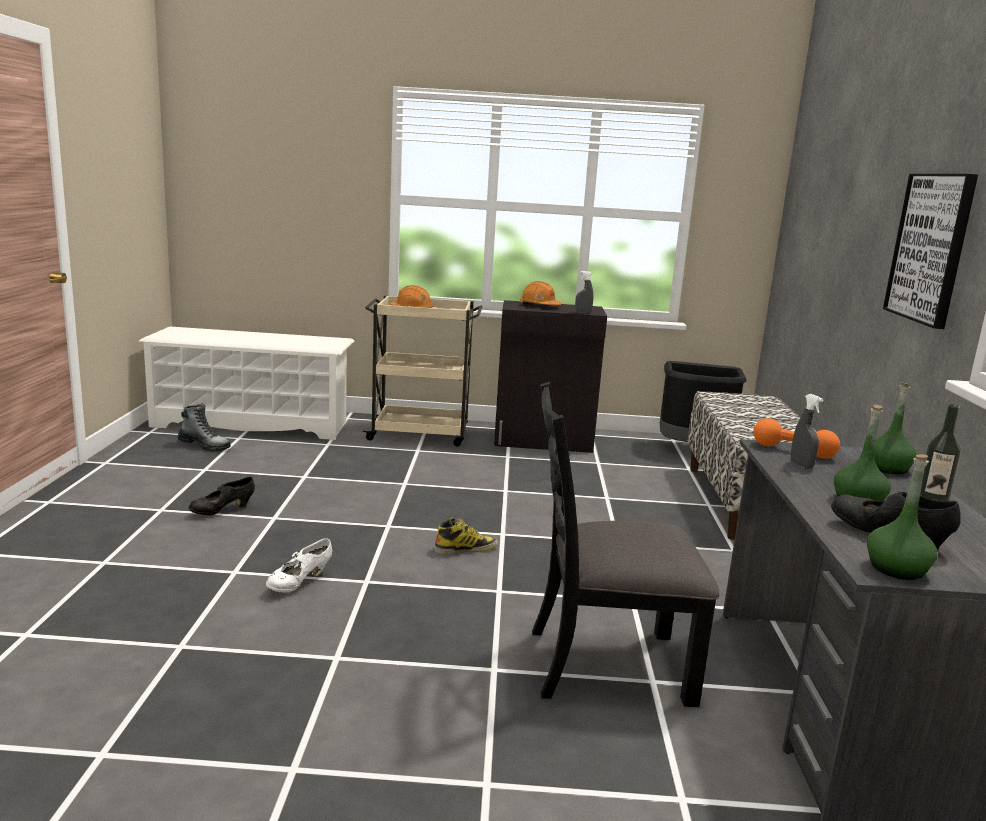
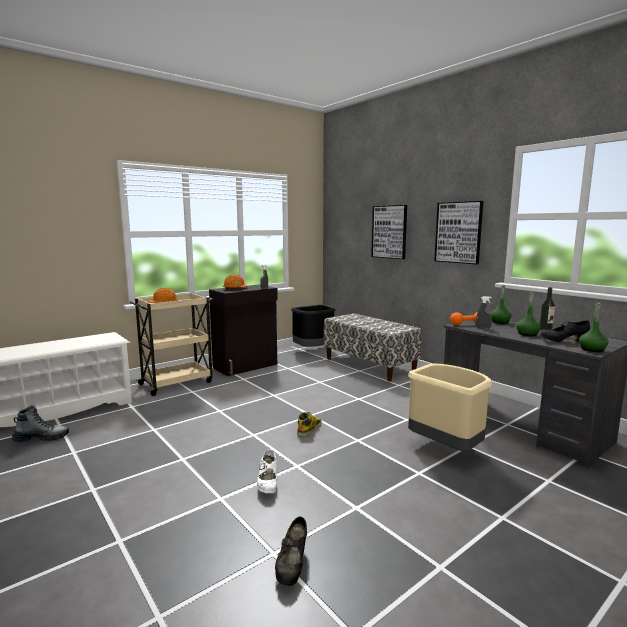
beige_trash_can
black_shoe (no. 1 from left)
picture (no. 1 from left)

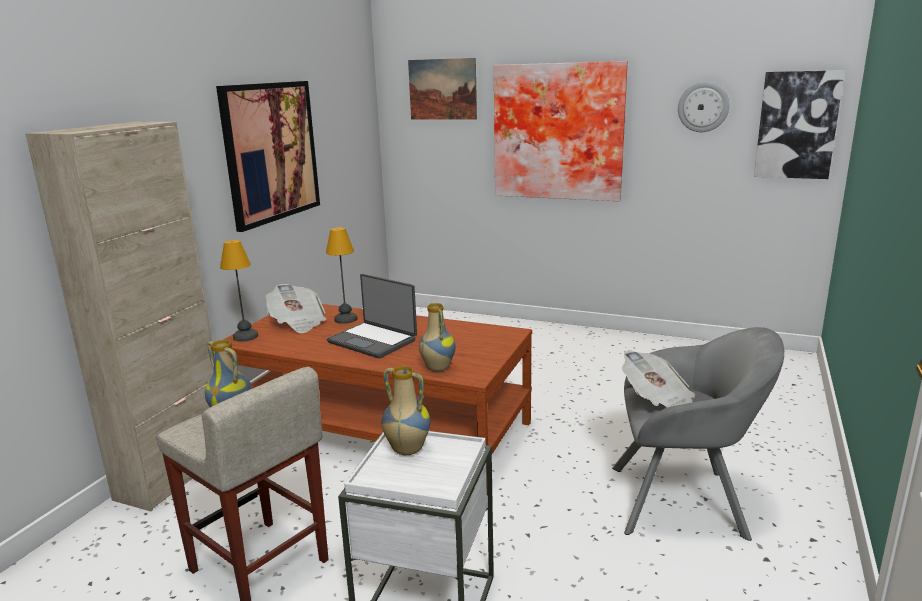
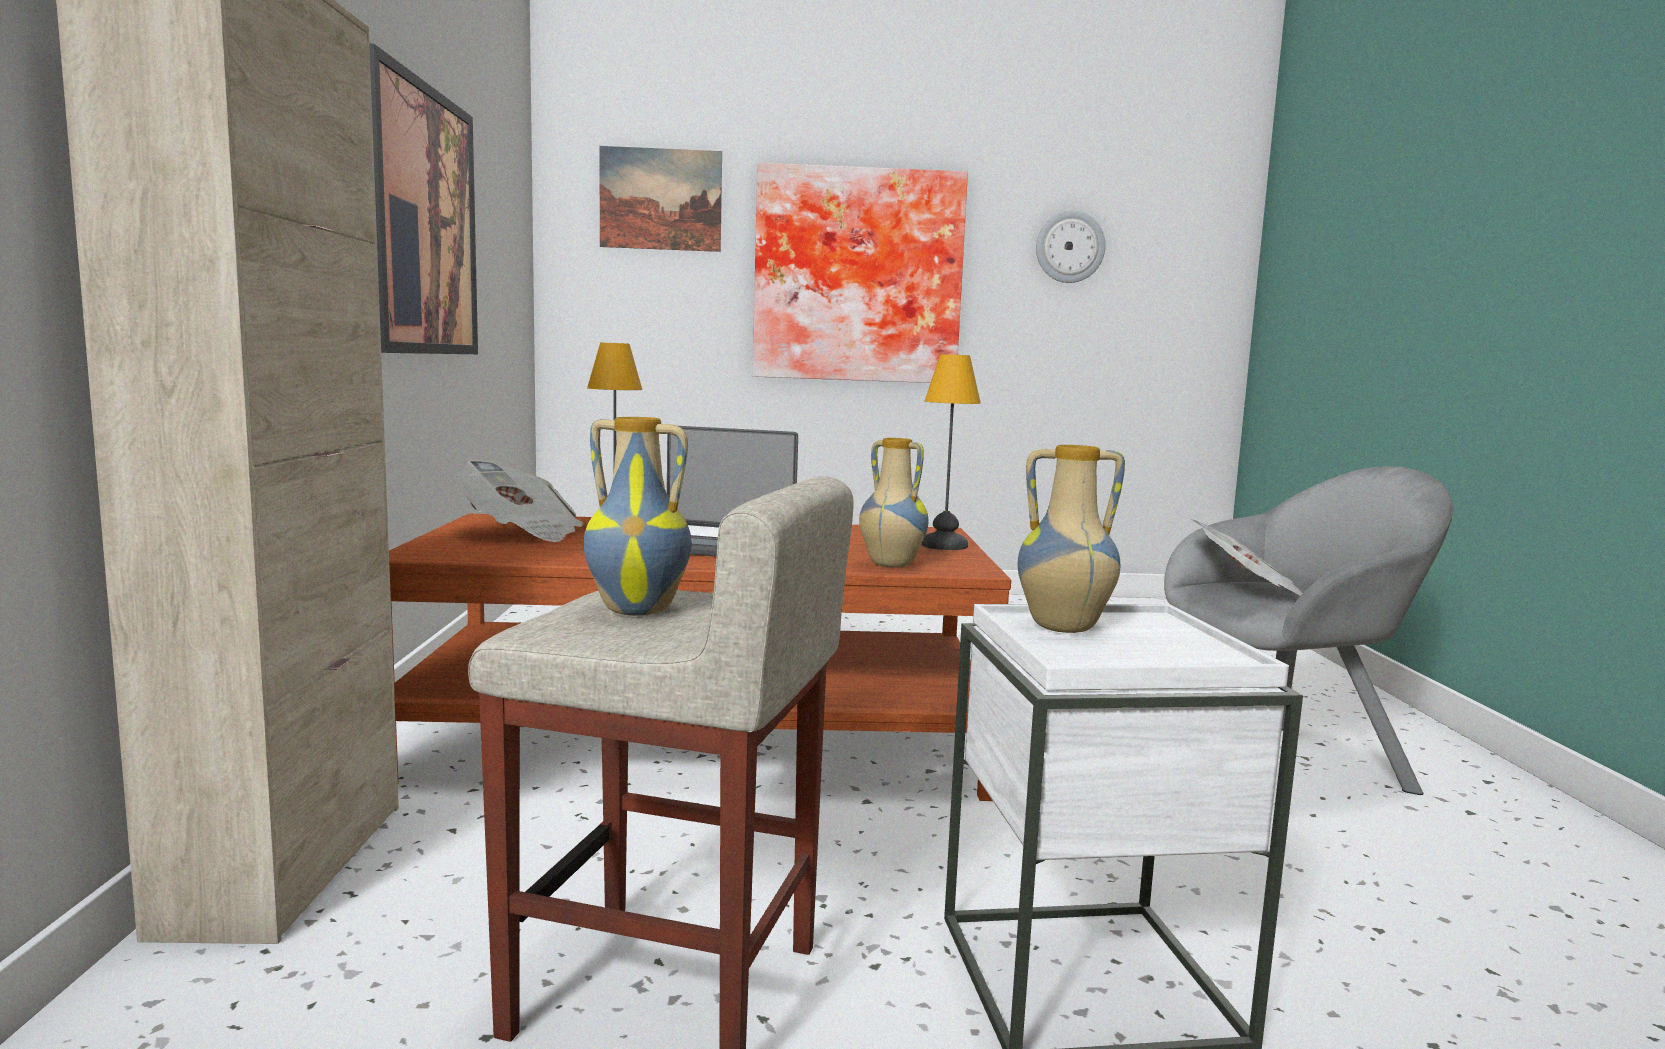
picture (no. 4 from left in the first image)
table_lamp (no. 2 from left)

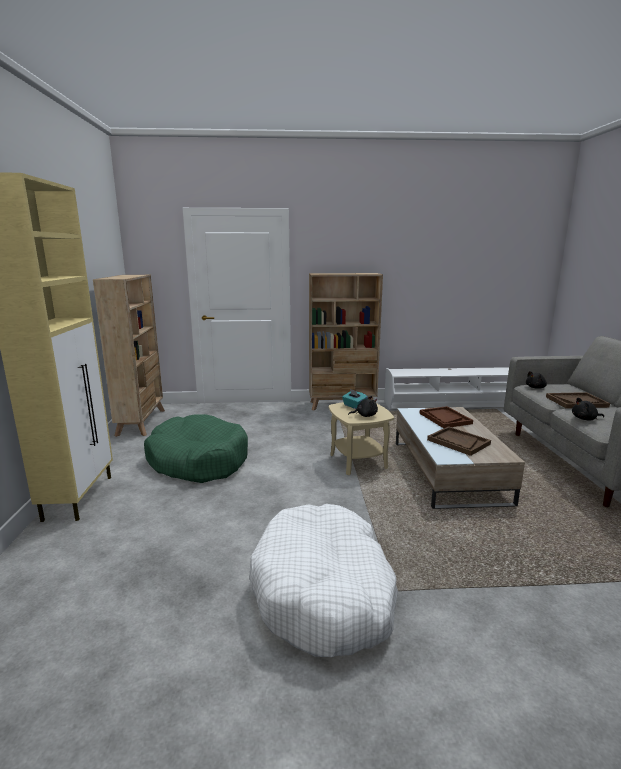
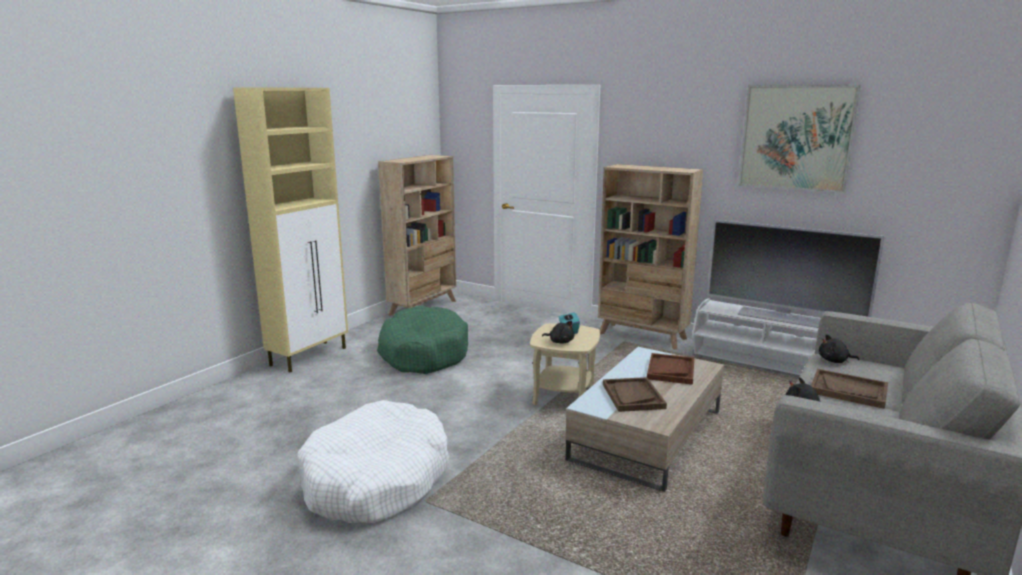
picture
television

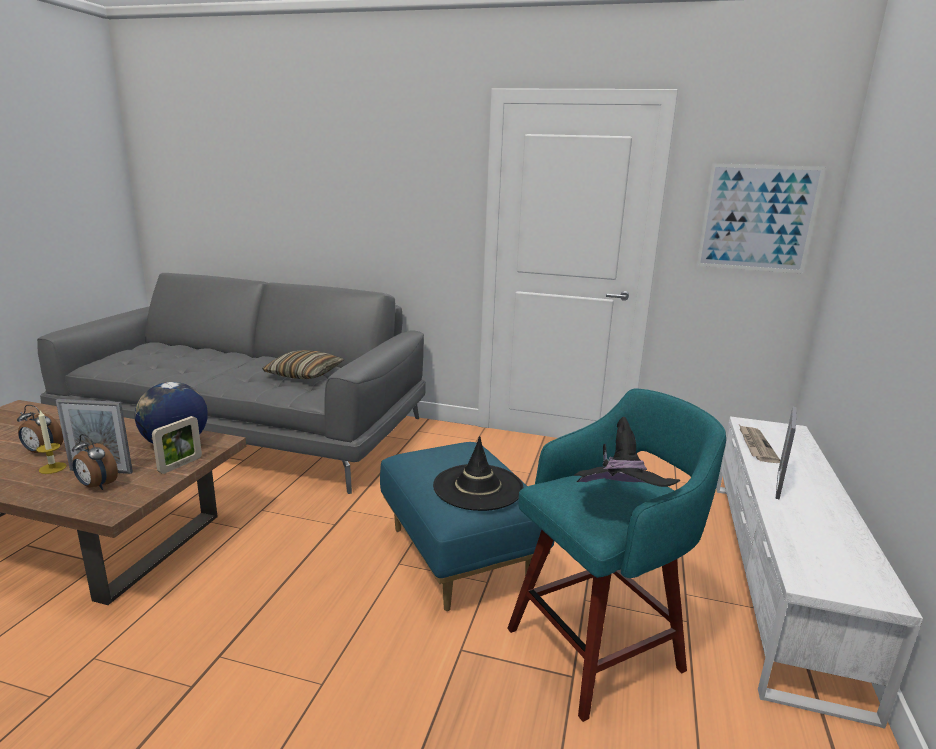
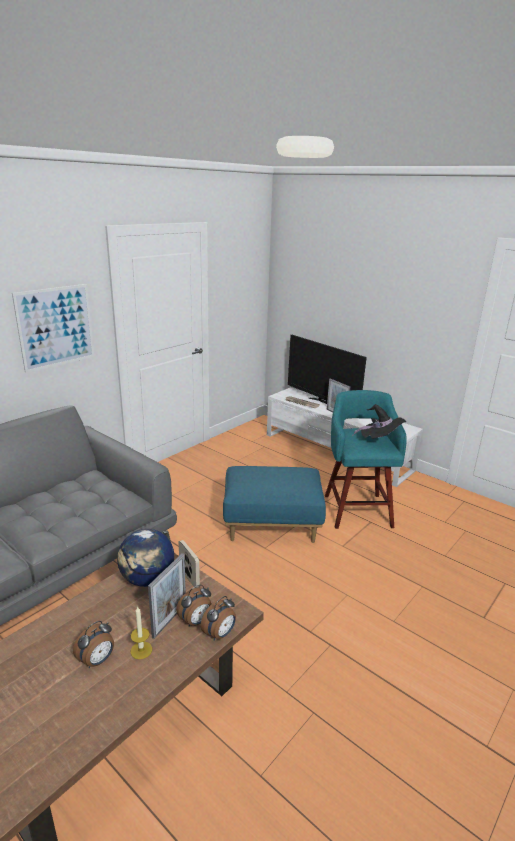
picture
pillow
black_hat (no. 1 from left in the first image)
television
alarm_clock (no. 3 from left)

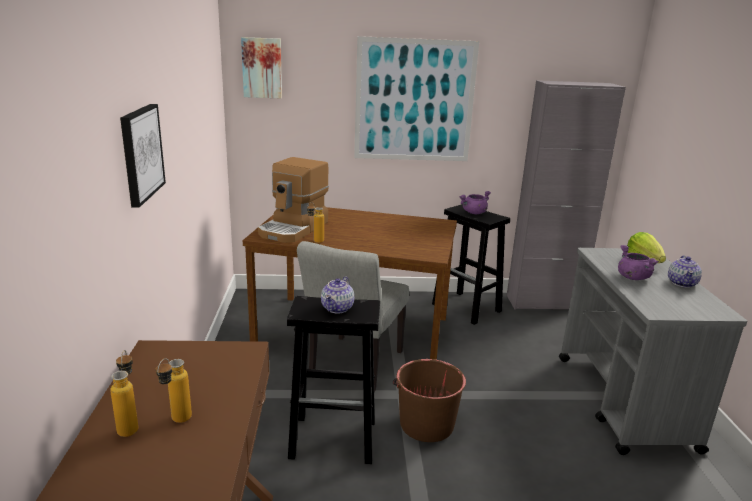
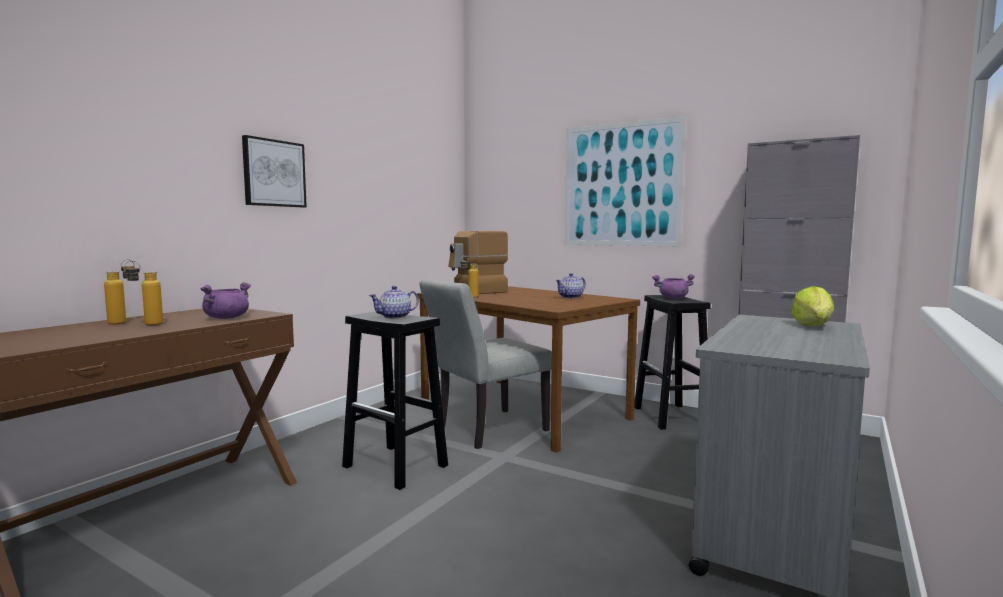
picture (no. 2 from left in the first image)
purple_cooking_pot (no. 1 from left)
teapot (no. 2 from left)
brown_bucket

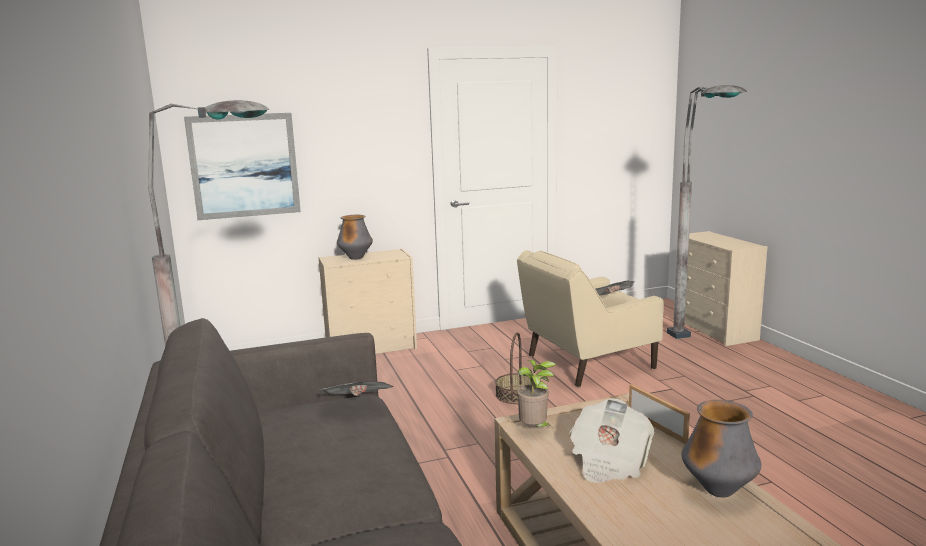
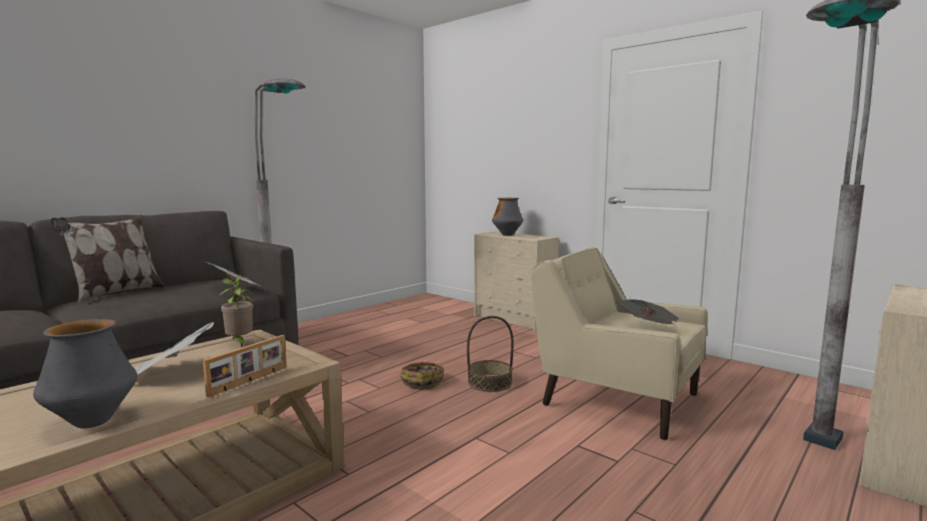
picture
pillow
basket (no. 1 from left)

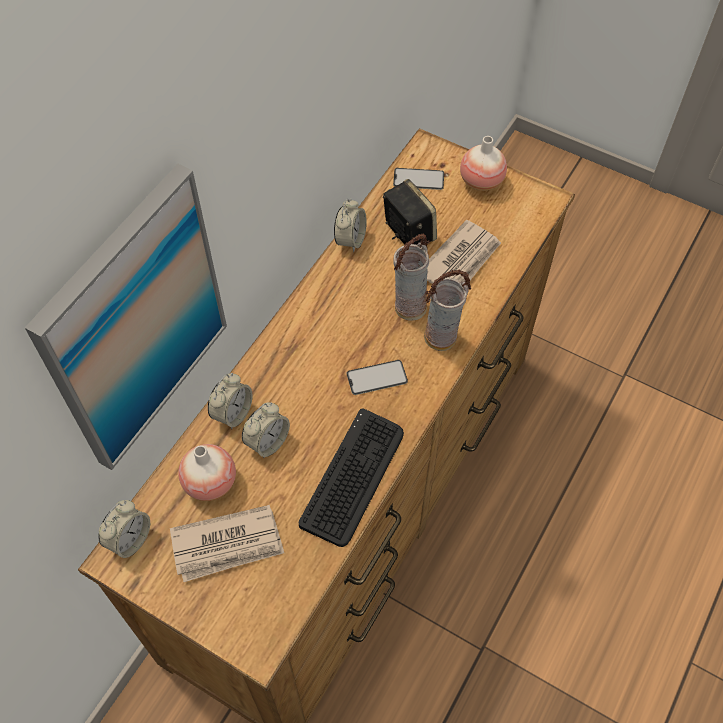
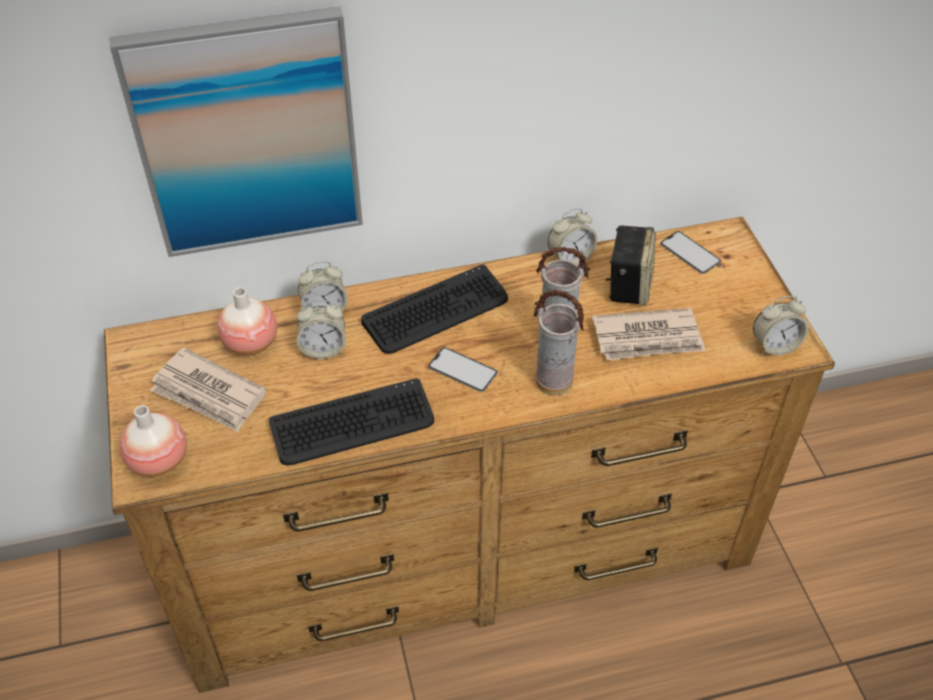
vase (no. 1 from left)
alarm_clock (no. 4 from left)
keyboard (no. 2 from left)

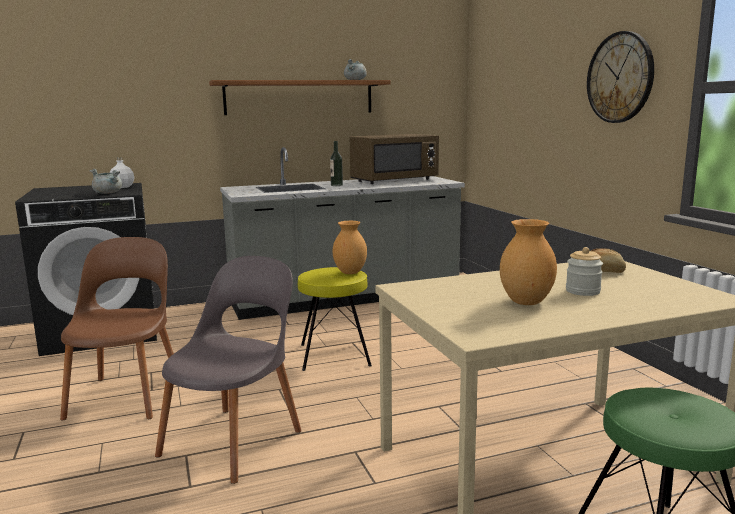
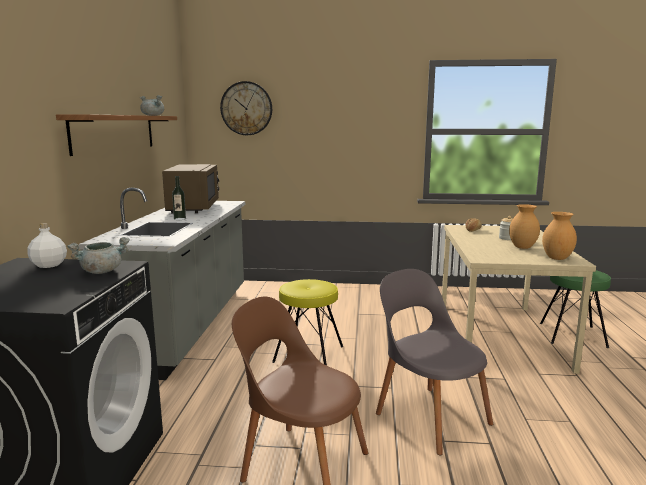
wall_clock
brown_vase (no. 2 from left)

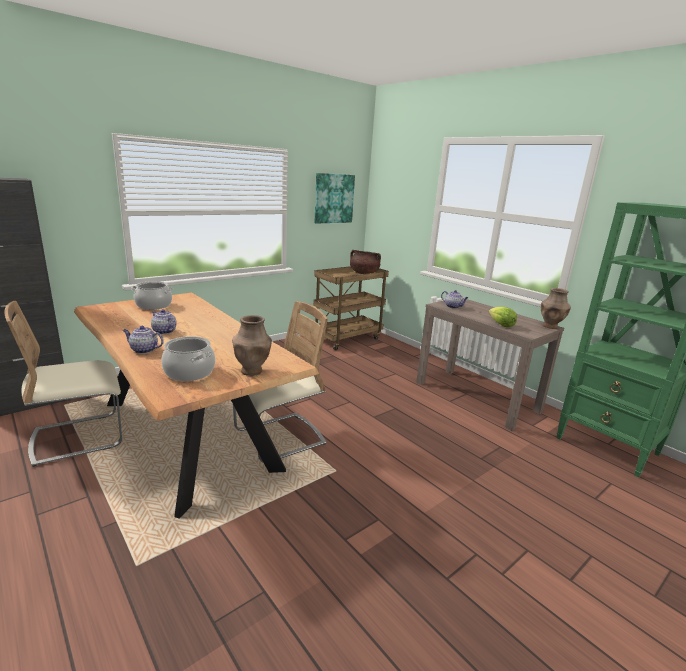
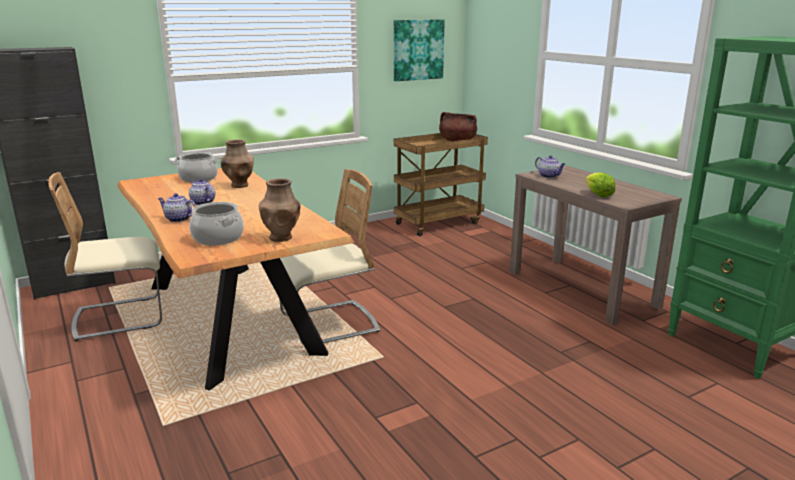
brown_vase (no. 1 from left)

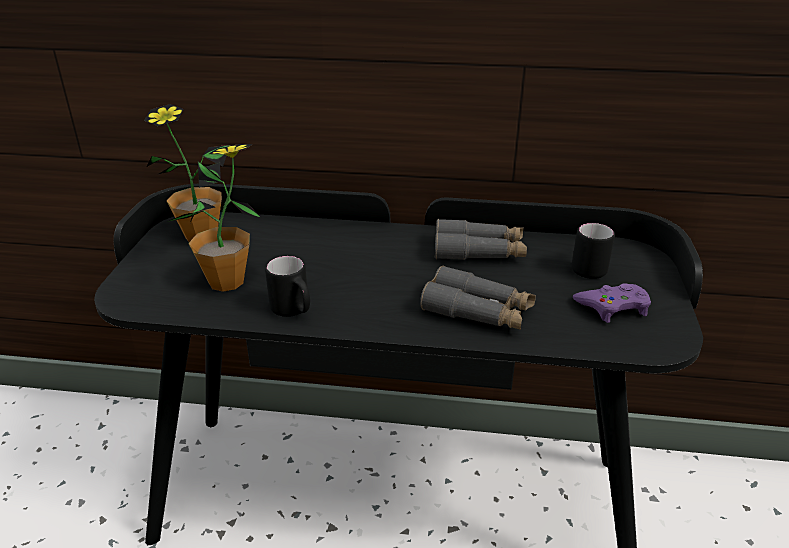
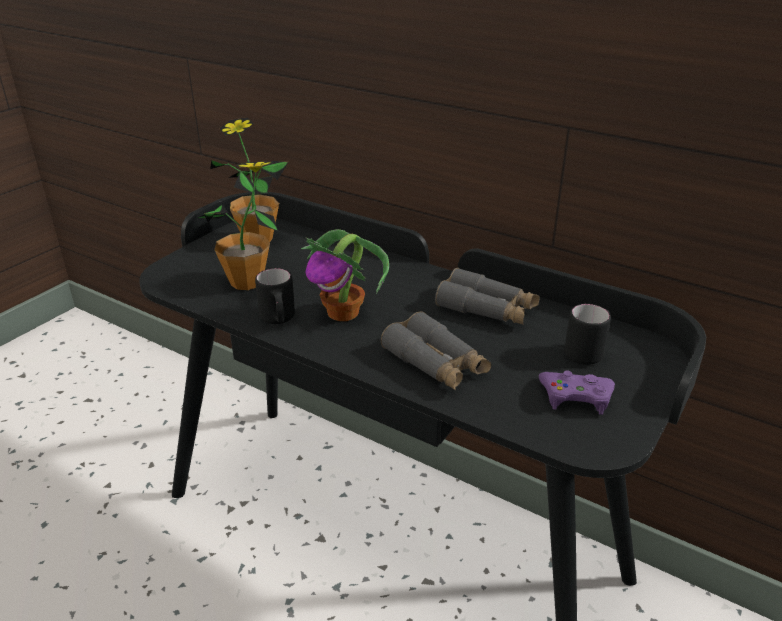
potted_plant (no. 3 from left)

